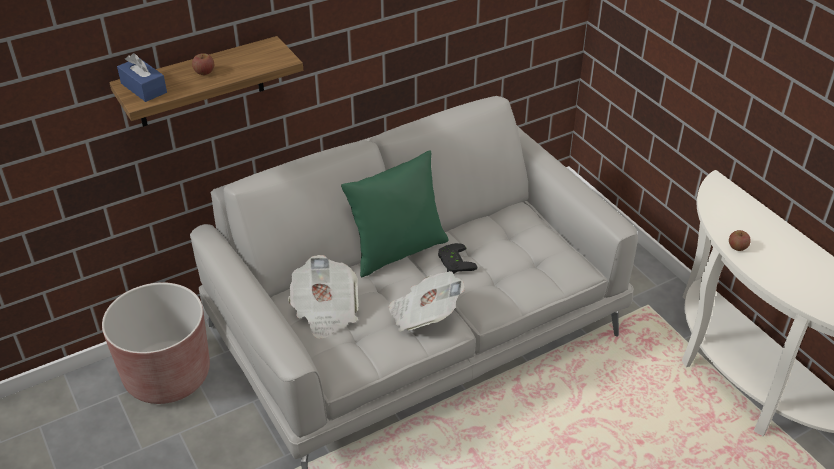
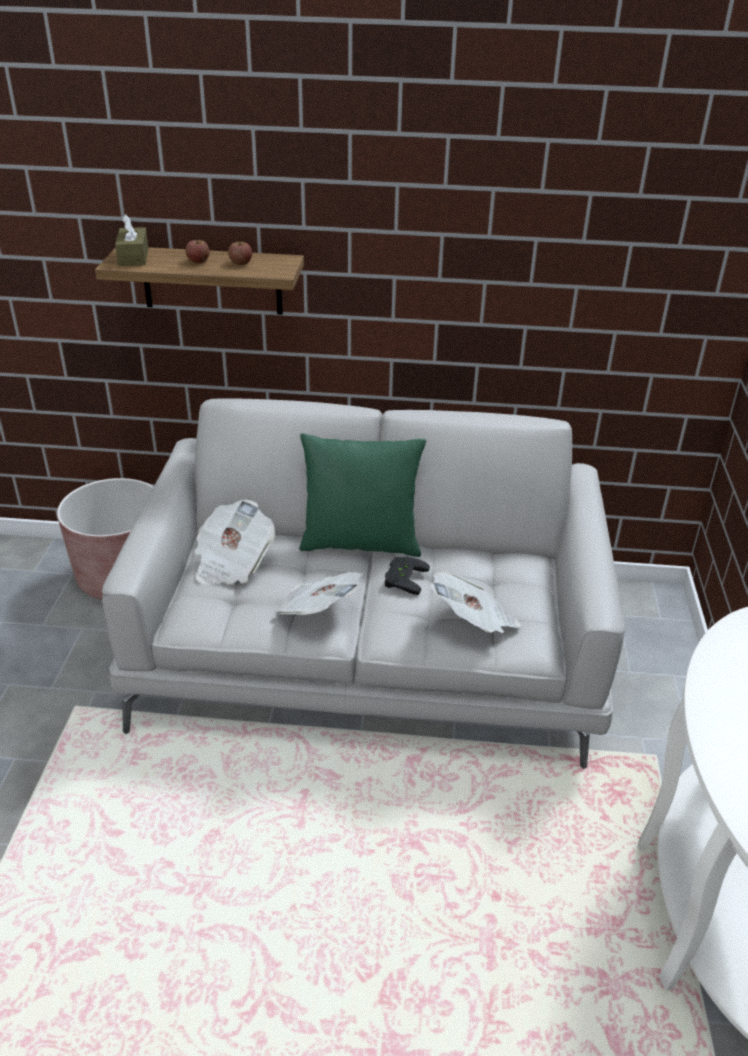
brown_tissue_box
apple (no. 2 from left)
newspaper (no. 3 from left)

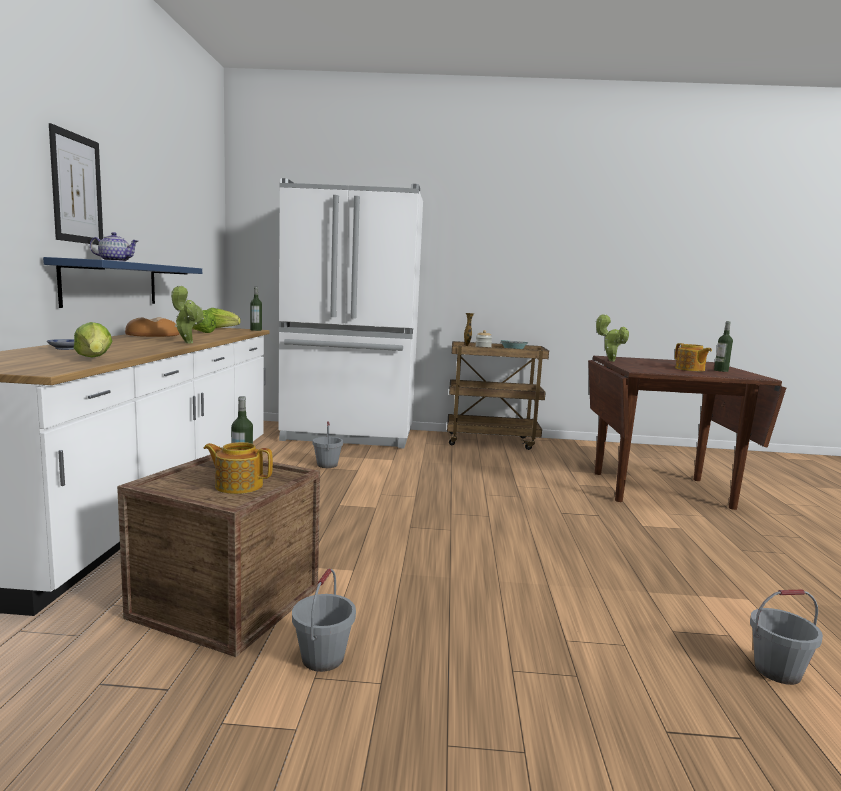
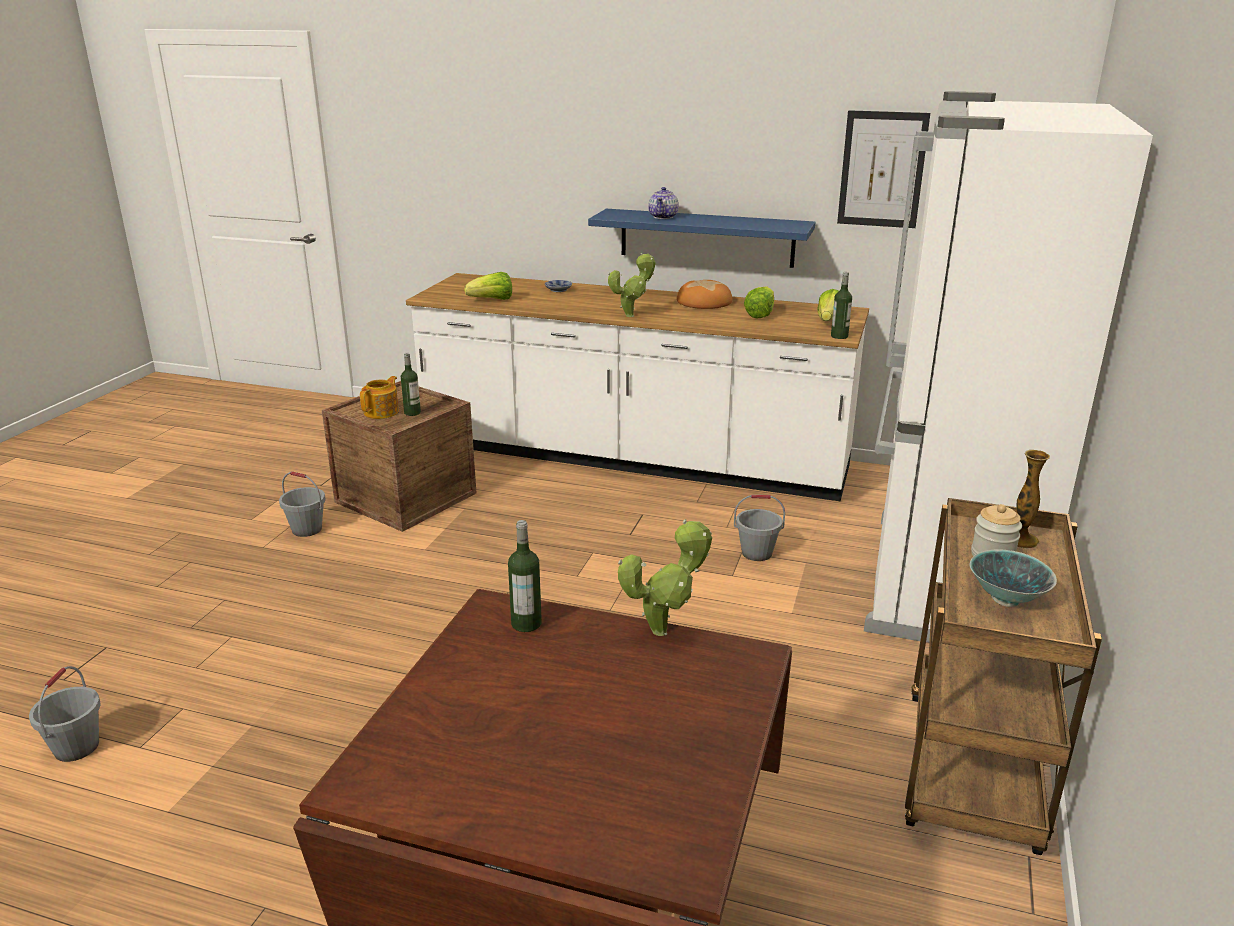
picture
bottle (no. 2 from left)
teapot (no. 3 from left in the first image)

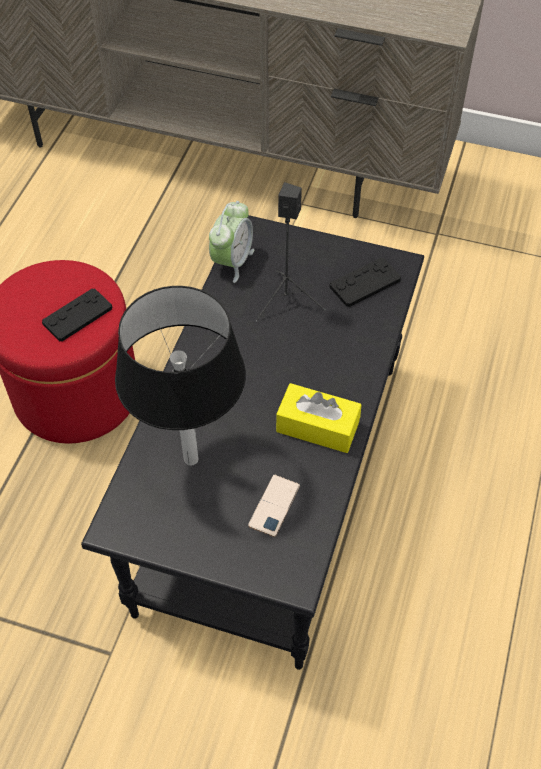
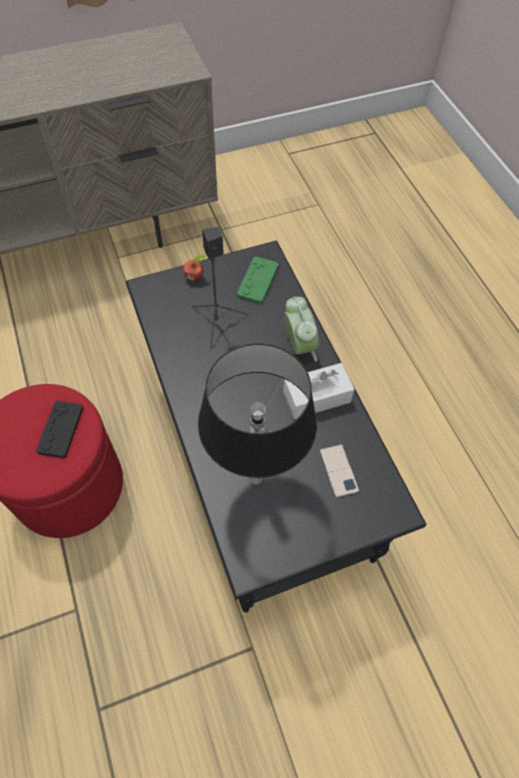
alarm_clock
green_game_controller
white_tissue_box
apple

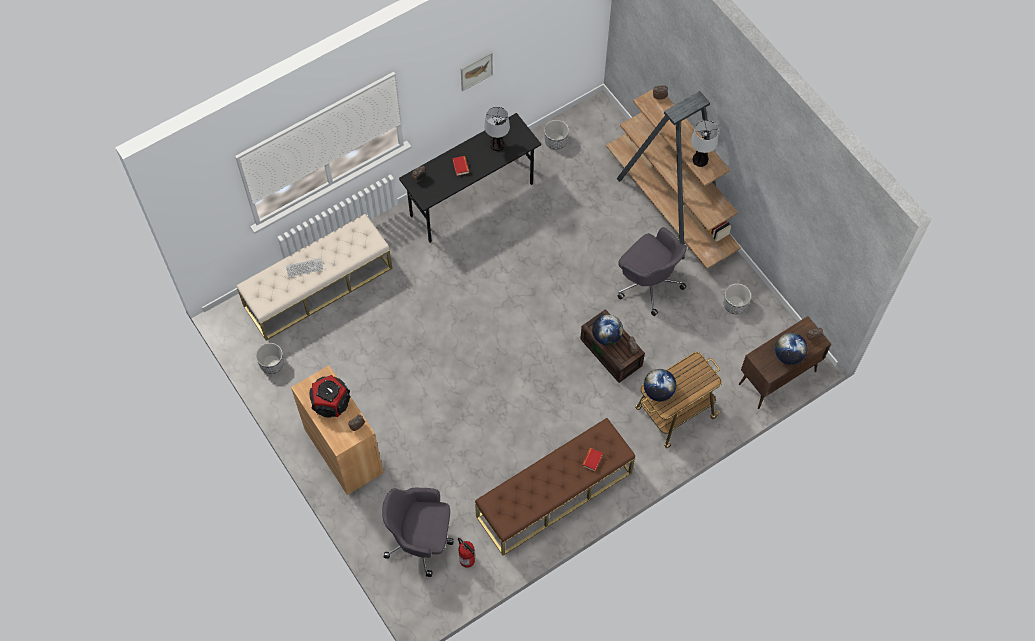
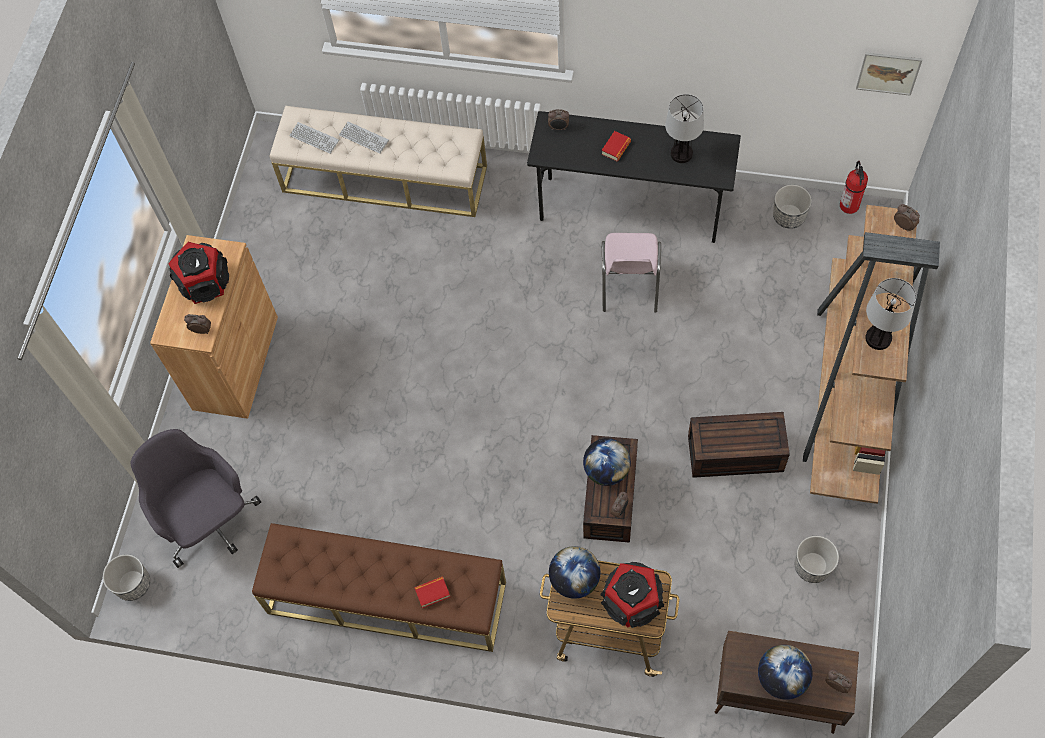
picture
brown_storage_box (no. 2 from left)
planter (no. 1 from left)
fire_extinguisher
keyboard (no. 1 from left)
pink_chair
speaker (no. 2 from left)

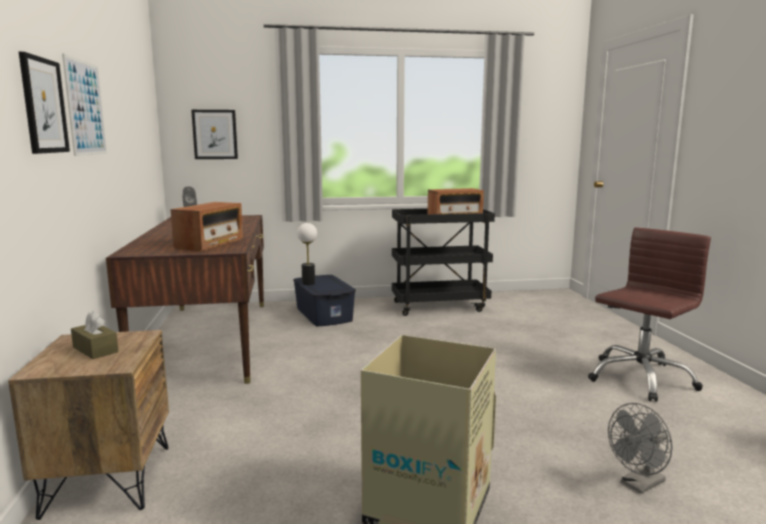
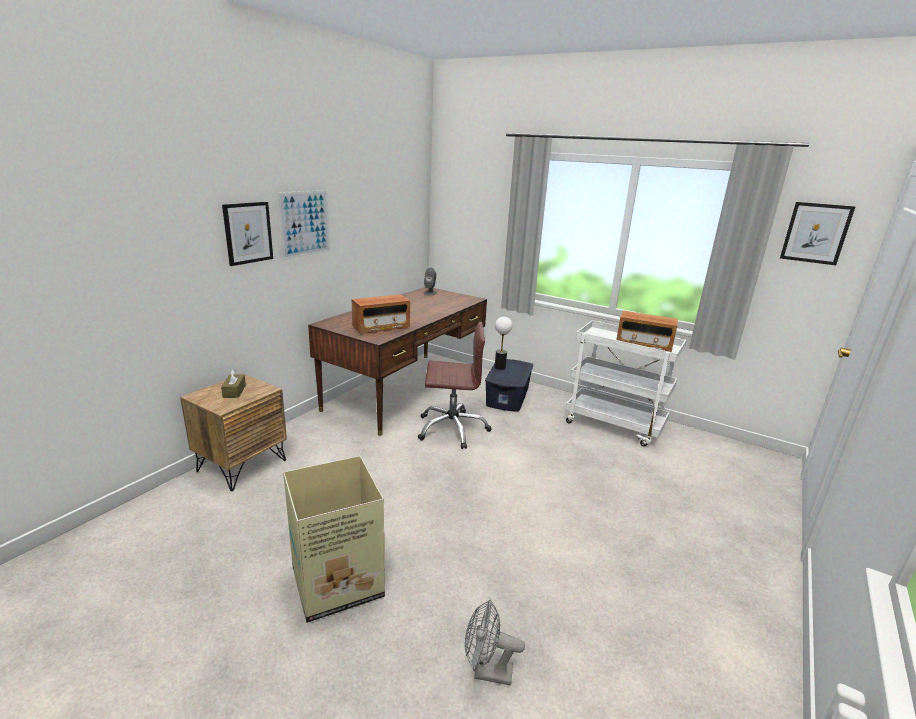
picture (no. 3 from left)
white_cart
brown_office_chair

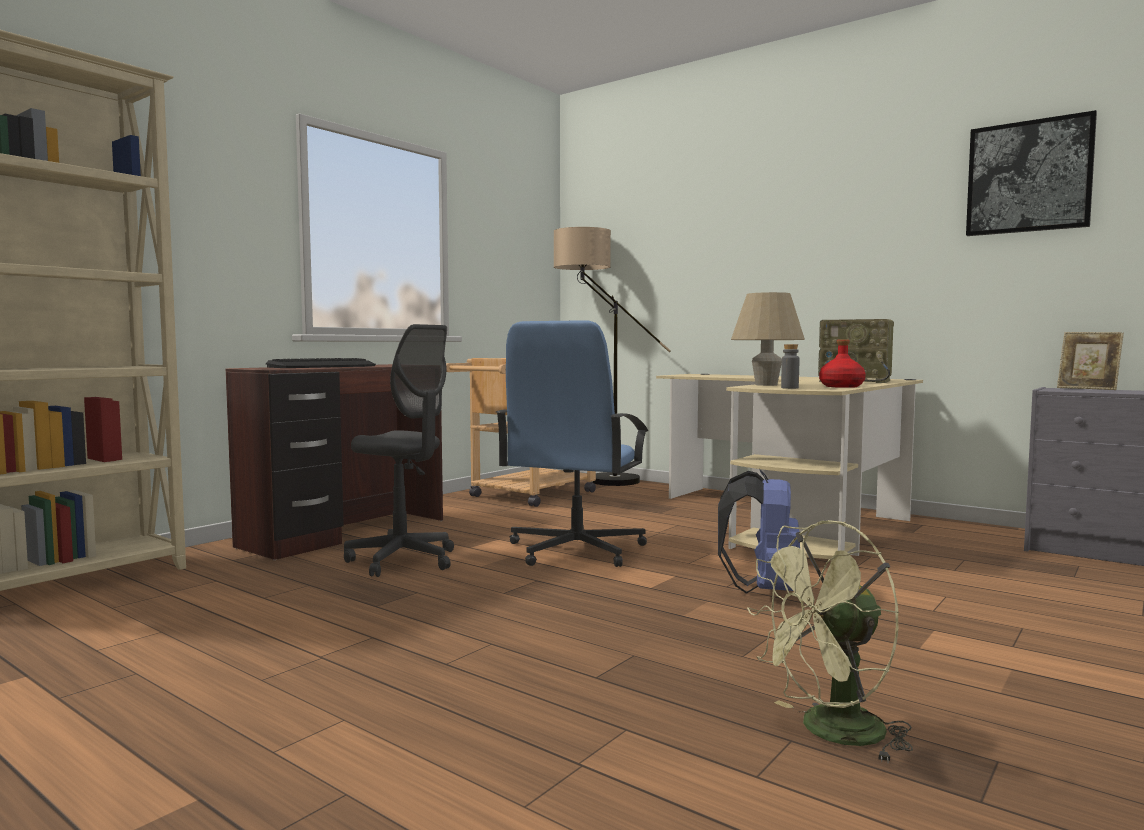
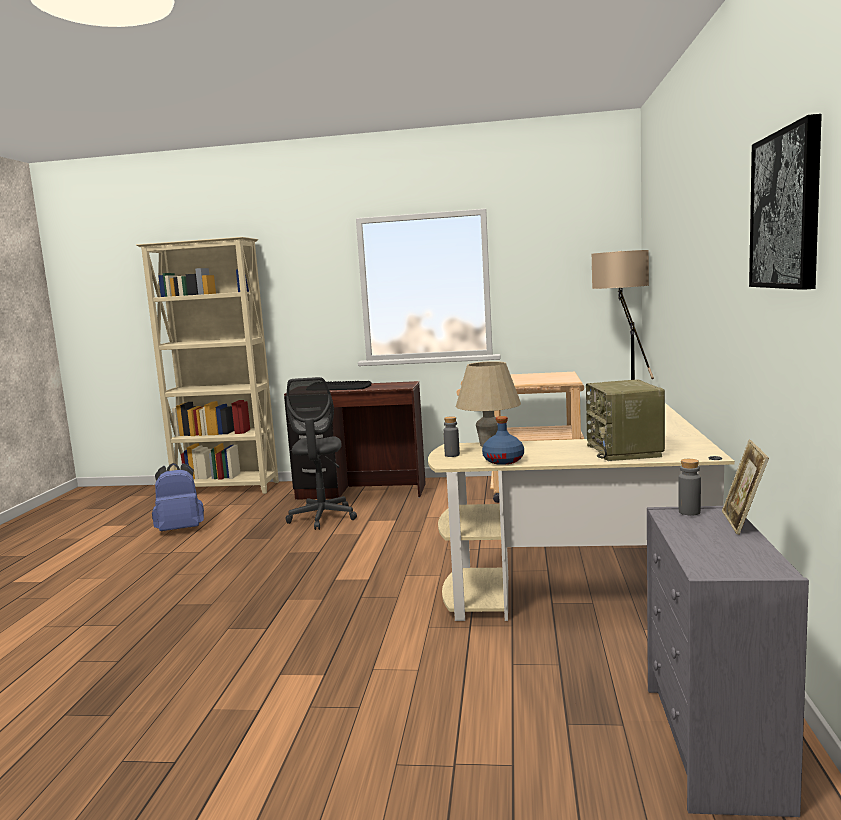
blue_office_chair
blue_bottle
blue_backpack
green_fan
grey_bottle (no. 2 from left)

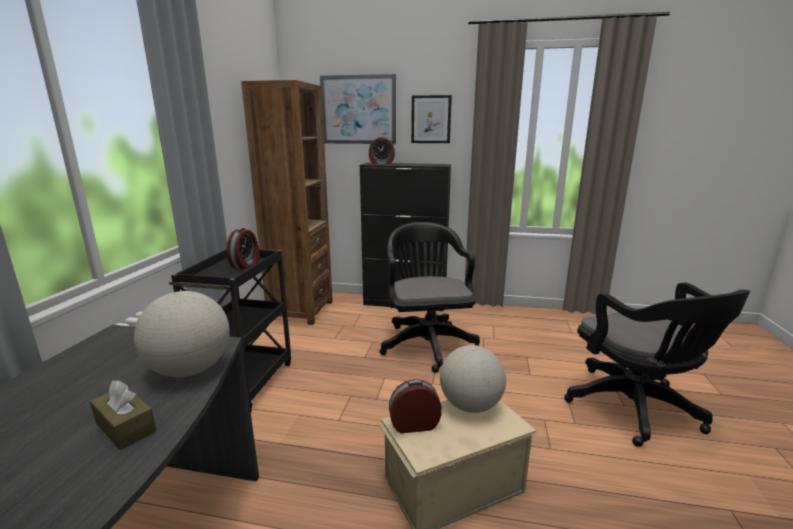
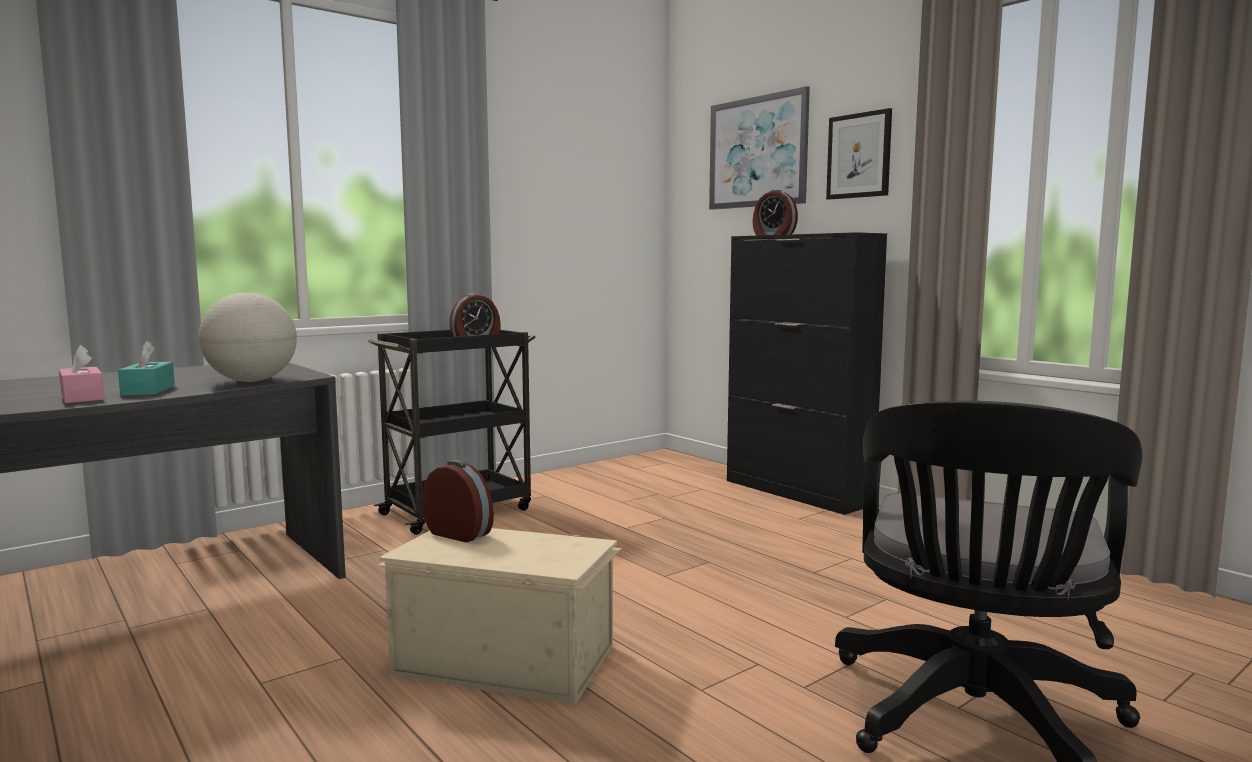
brown_bookcase
black_office_chair (no. 1 from left in the first image)
globe (no. 2 from left in the first image)
turquoise_tissue_box
pink_tissue_box

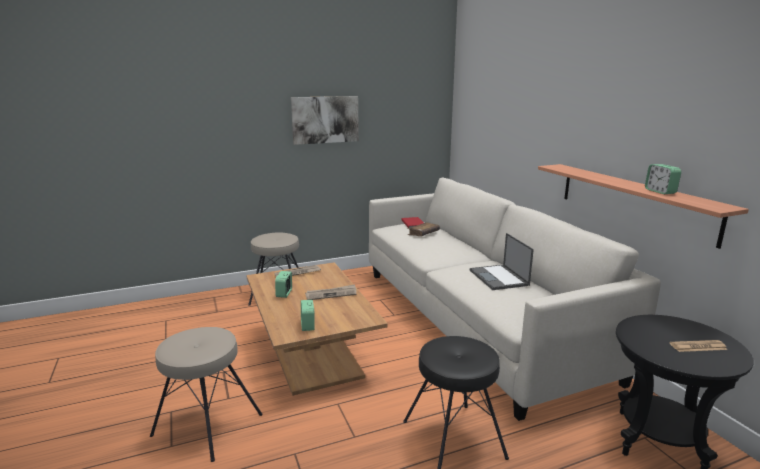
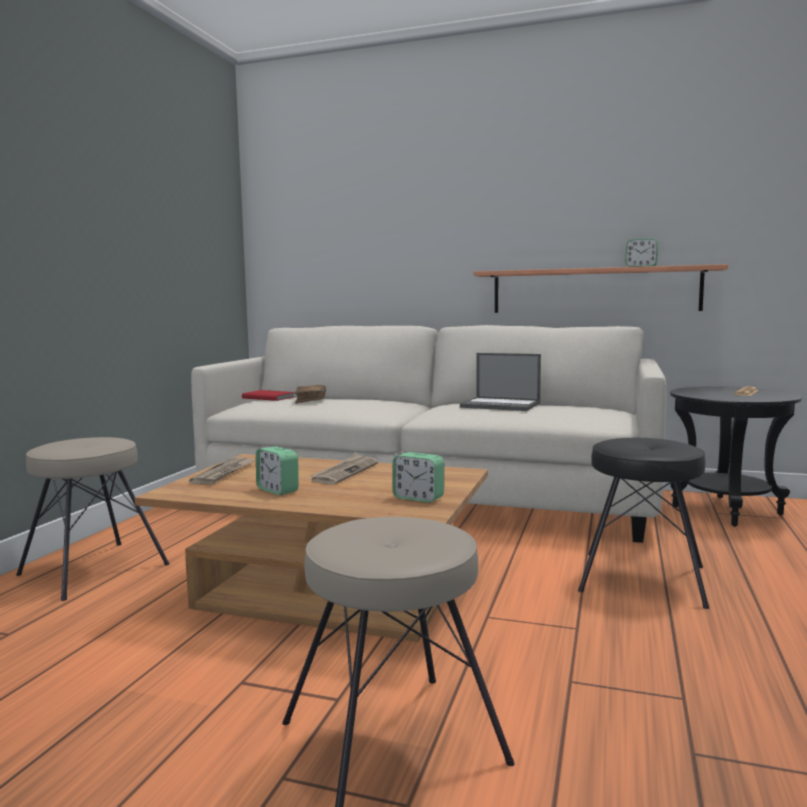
picture

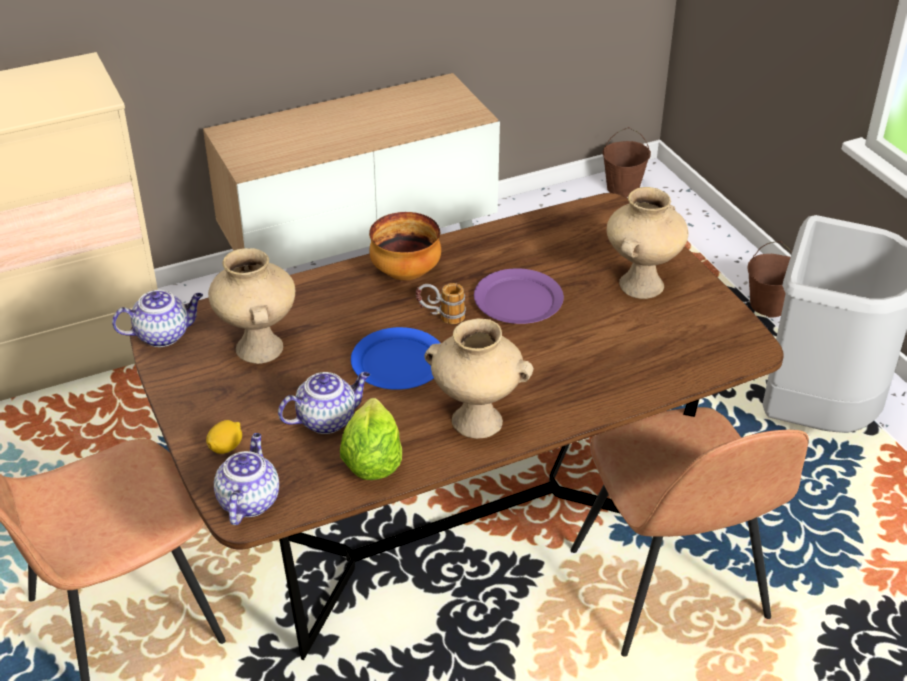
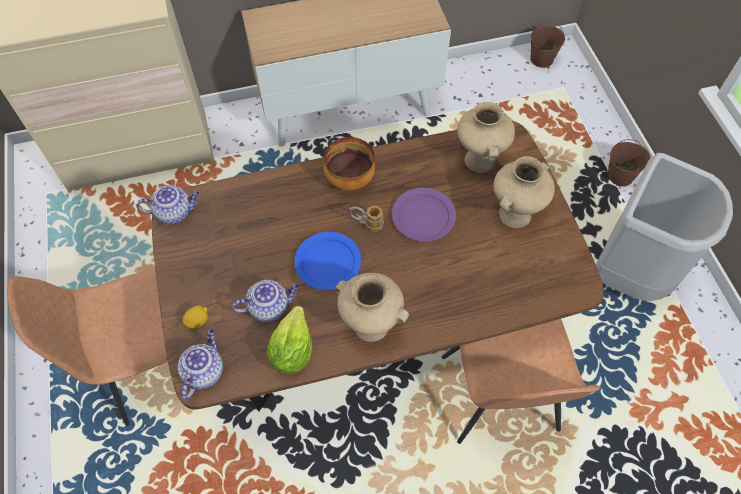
beige_vase (no. 2 from left)

